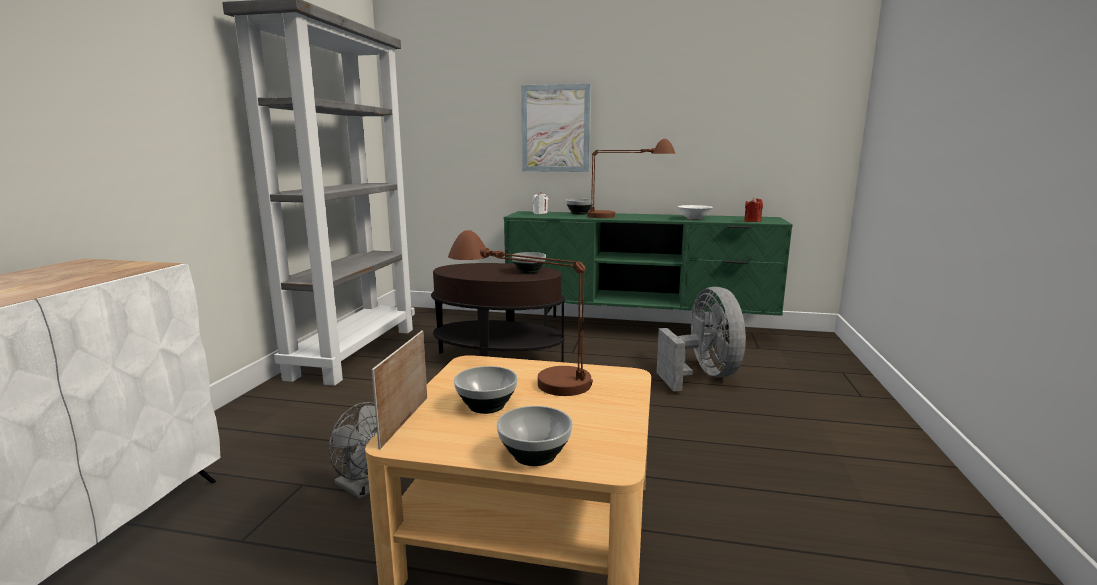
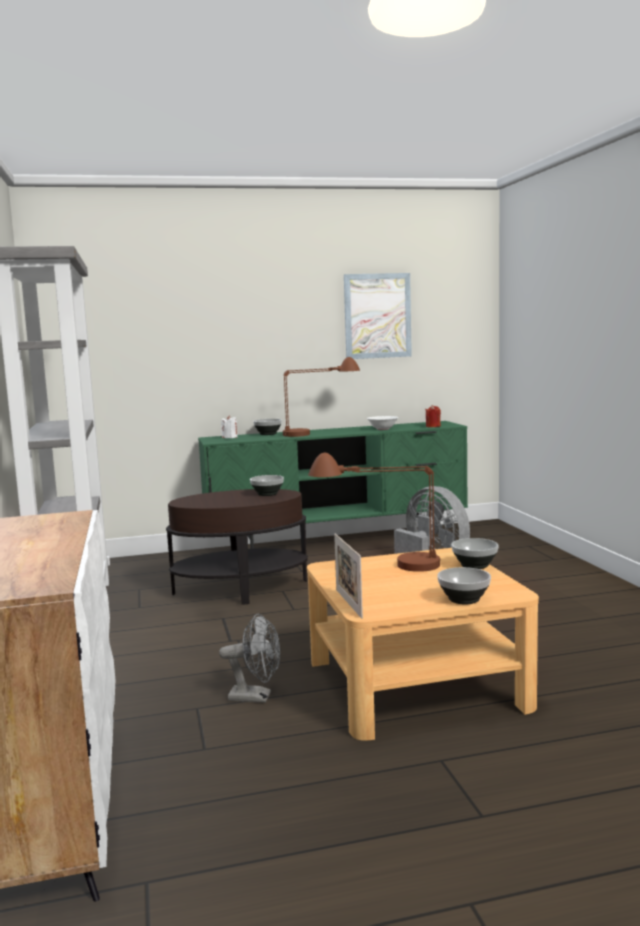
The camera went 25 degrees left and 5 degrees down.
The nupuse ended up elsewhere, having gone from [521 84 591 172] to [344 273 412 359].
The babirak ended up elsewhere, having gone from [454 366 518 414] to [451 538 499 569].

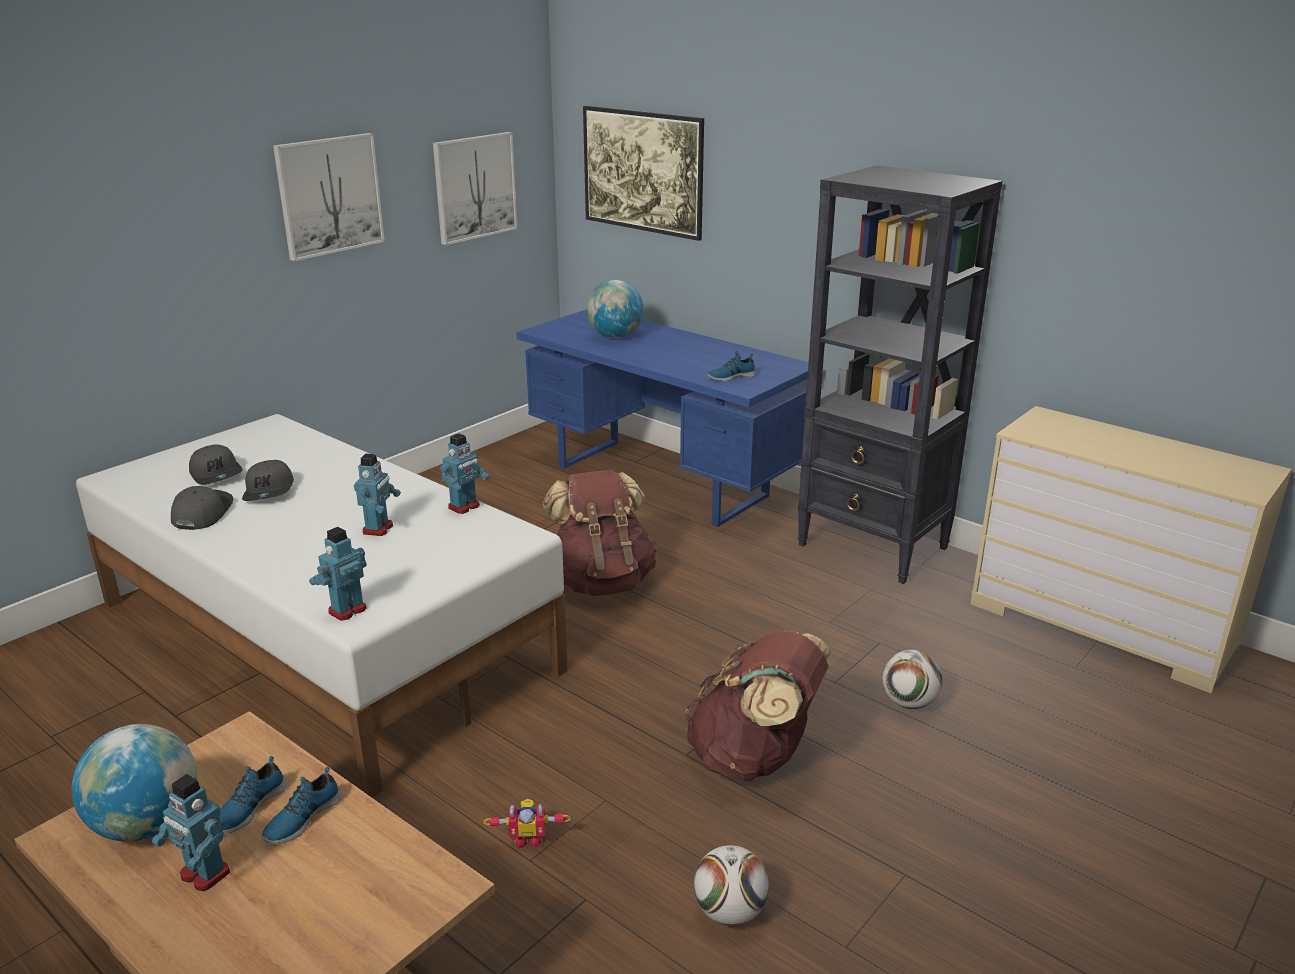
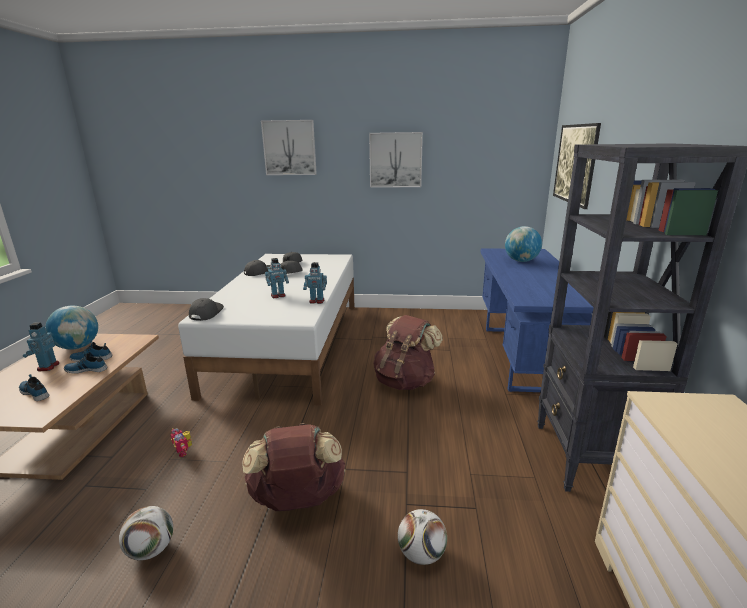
The camera went 55 degrees right and 5 degrees down.
The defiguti ended up elsewhere, having gone from [707 351 756 381] to [19 374 50 401].
Where the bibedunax stood at [309 527 367 621], the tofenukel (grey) came to stand at [189 298 224 321].
The nupuse ended up elsewhere, having gone from [433 132 518 245] to [261 120 317 175].

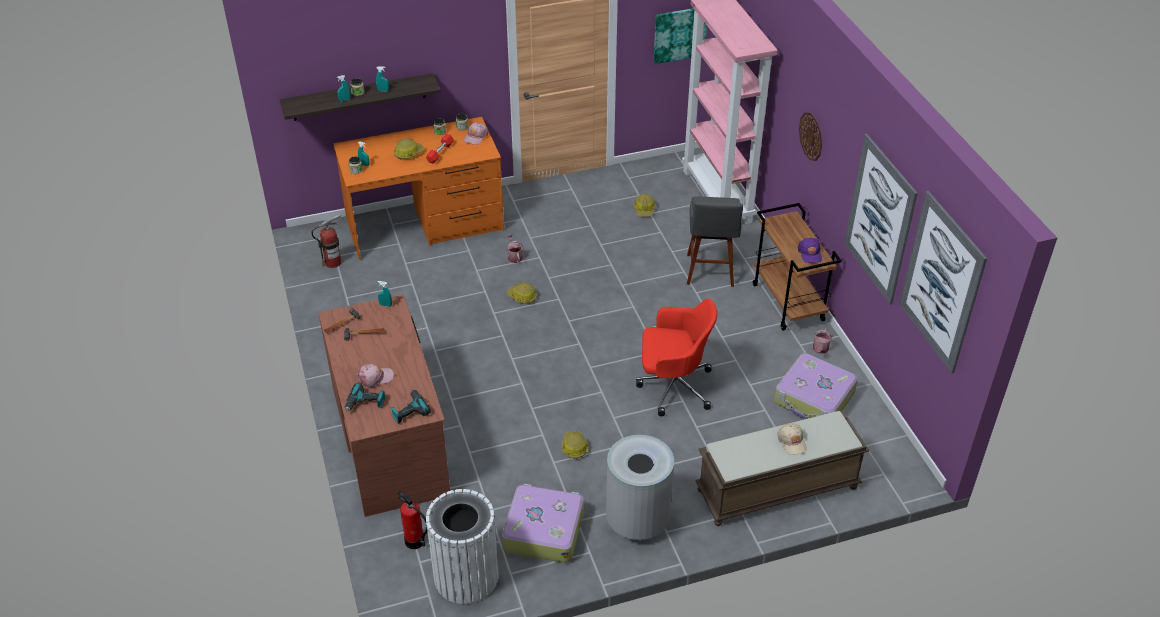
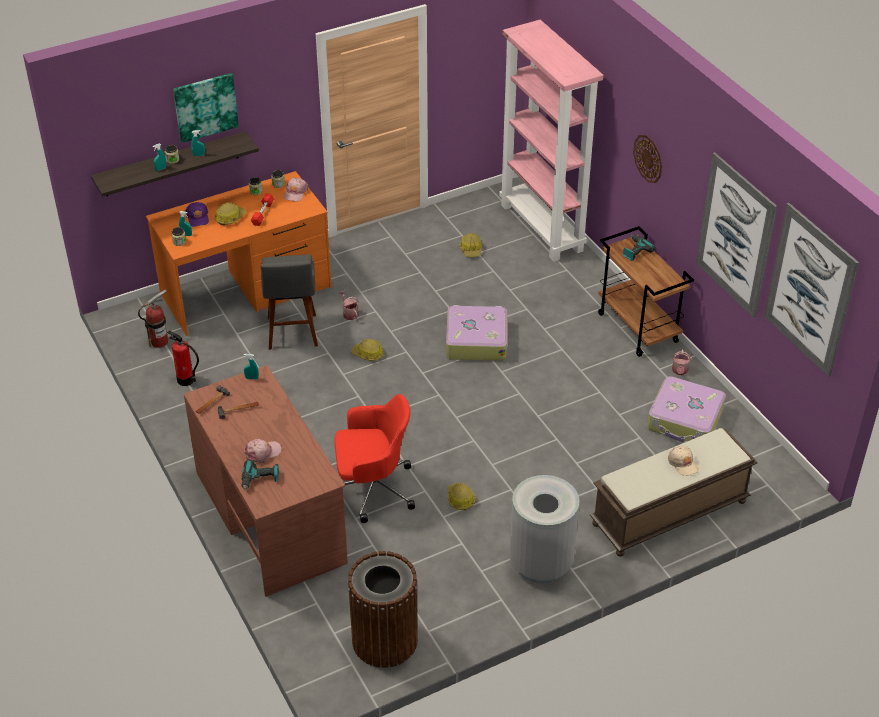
The camera went 10 degrees left and 0 degrees up.
The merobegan ended up elsewhere, having gone from [396 490 427 549] to [167 331 199 386].
The nupuse ended up elsewhere, having gone from [654 8 707 64] to [173 73 239 143].
The tofenukel (purple) ended up elsewhere, having gone from [798 238 822 263] to [185 202 209 227].
The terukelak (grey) ended up elsewhere, having gone from [687 196 743 287] to [261 254 318 350].
The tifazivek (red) ended up elsewhere, having gone from [636 299 717 416] to [334 394 415 523].
What was the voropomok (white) at [426 489 499 604] turned into the voropomok (brown) at [348 551 418 668].
The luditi ended up elsewhere, having gone from [502 484 584 563] to [446 305 507 361].
The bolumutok ended up elsewhere, having gone from [391 390 431 424] to [623 234 656 261].

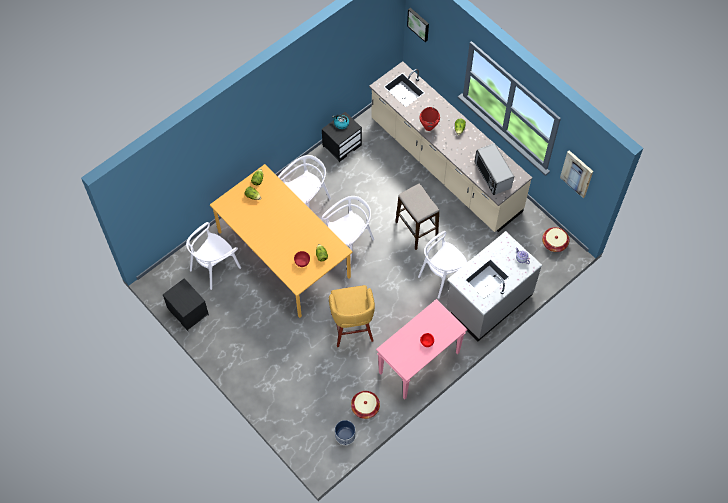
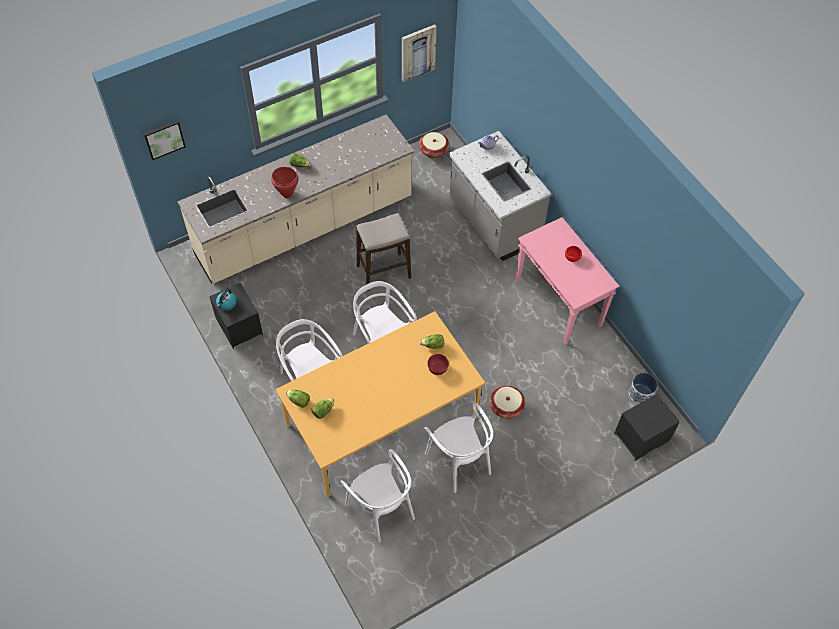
The camera went 80 degrees left and 5 degrees down.
The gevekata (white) ended up elsewhere, having gone from [418 231 469 299] to [425 403 493 493].
The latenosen ended up elsewhere, having gone from [351 391 380 419] to [490 385 526 419].
The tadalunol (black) ended up elsewhere, having gone from [163 278 209 331] to [614 394 680 461].
The second view lost the terukelak (yellow) at [329 285 375 347].
The second view lost the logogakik at [475 143 514 195].

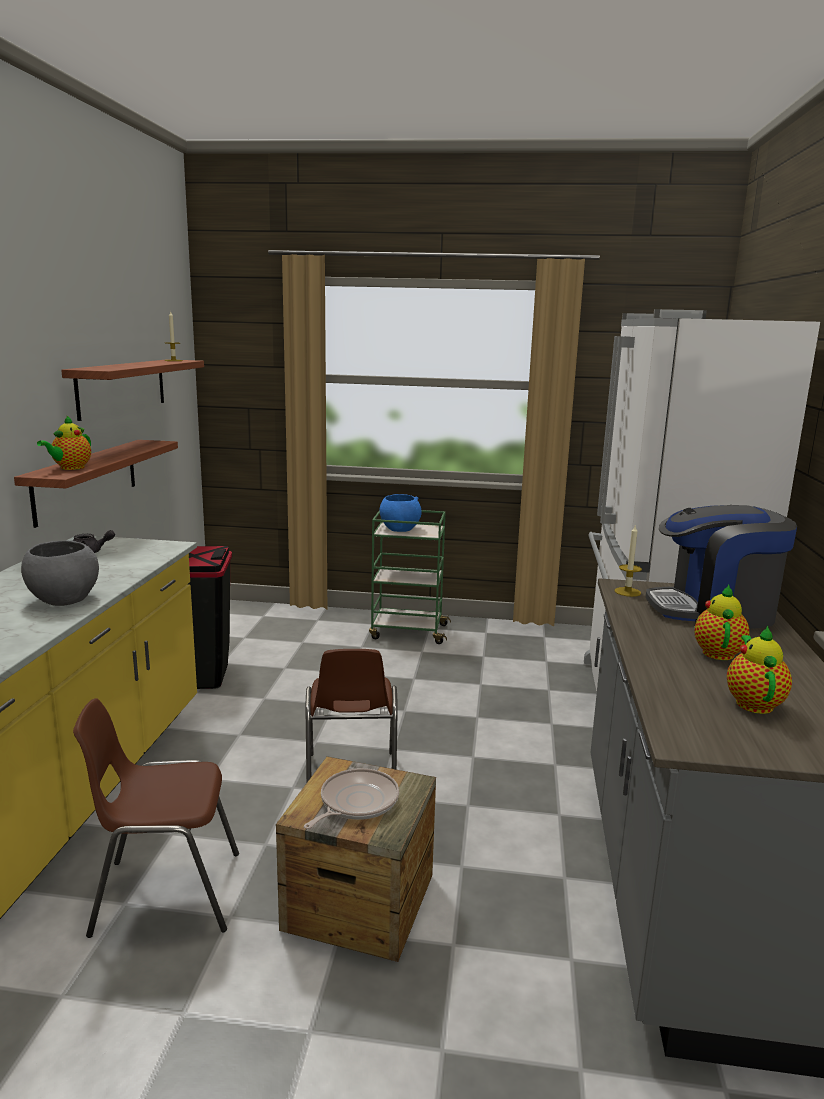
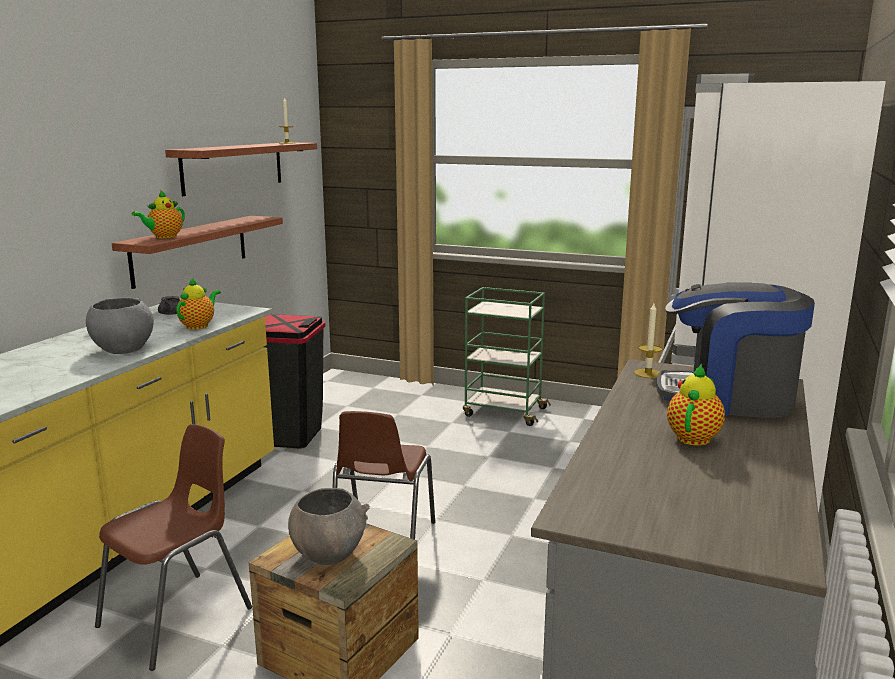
The camera went 15 degrees right and 0 degrees up.
The gevekata (brown) at [73 698 239 938] ended up facing another way, 120 degrees clockwise from before.
The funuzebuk ended up elsewhere, having gone from [727 626 792 714] to [176 277 221 330].
Where the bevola stood at [304 768 399 829], the babirak (grey) came to stand at [288 488 370 565].
The second view lost the babirak (blue) at [380 494 422 532].

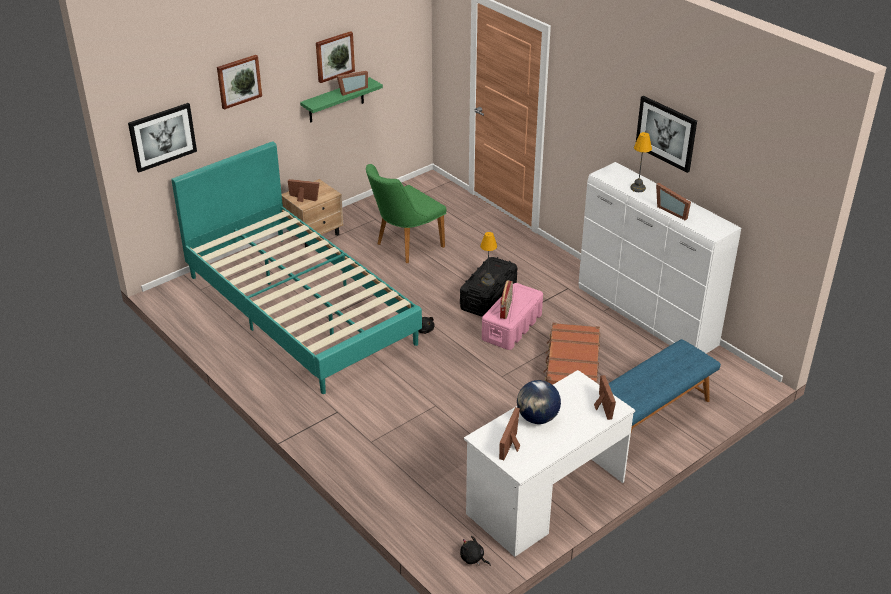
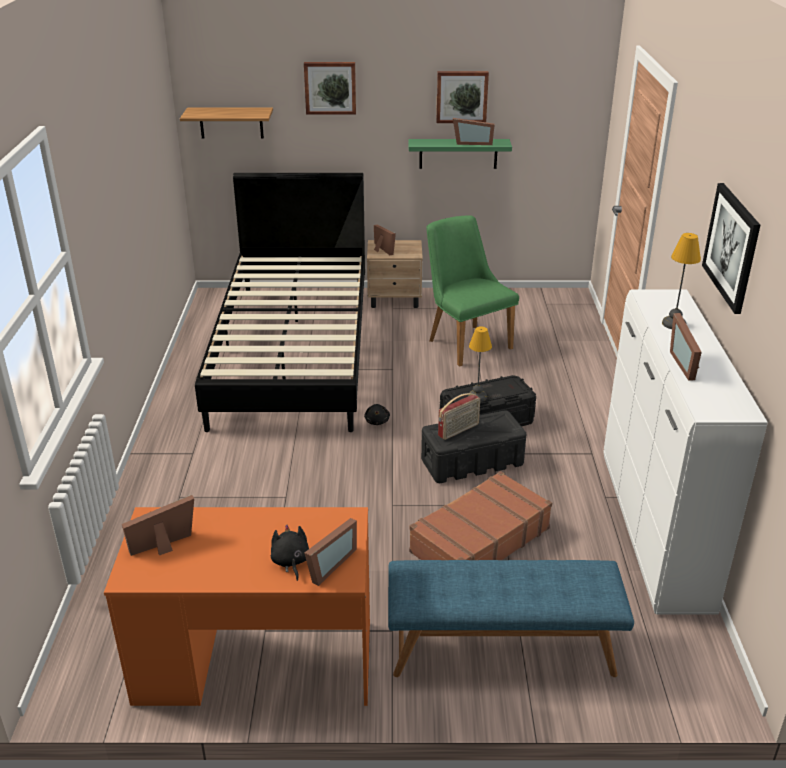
The camera went 40 degrees right and 5 degrees down.
What was the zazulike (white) at [464 370 635 557] turned into the zazulike (orange) at [104 507 370 706].
Where the nupuse hung at [128 103 197 172], the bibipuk came to hang at [180 108 273 138].
What was the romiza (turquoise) at [171 141 422 394] turned into the romiza (black) at [195 173 365 432].
The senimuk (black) ended up elsewhere, having gone from [460 536 491 566] to [271 524 309 581].
What was the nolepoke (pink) at [482 283 543 350] turned into the nolepoke (black) at [421 410 526 483].
The gevekata (green) at [366 164 446 263] ended up facing another way, 60 degrees clockwise from before.
The second view lost the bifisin at [517 380 561 424].

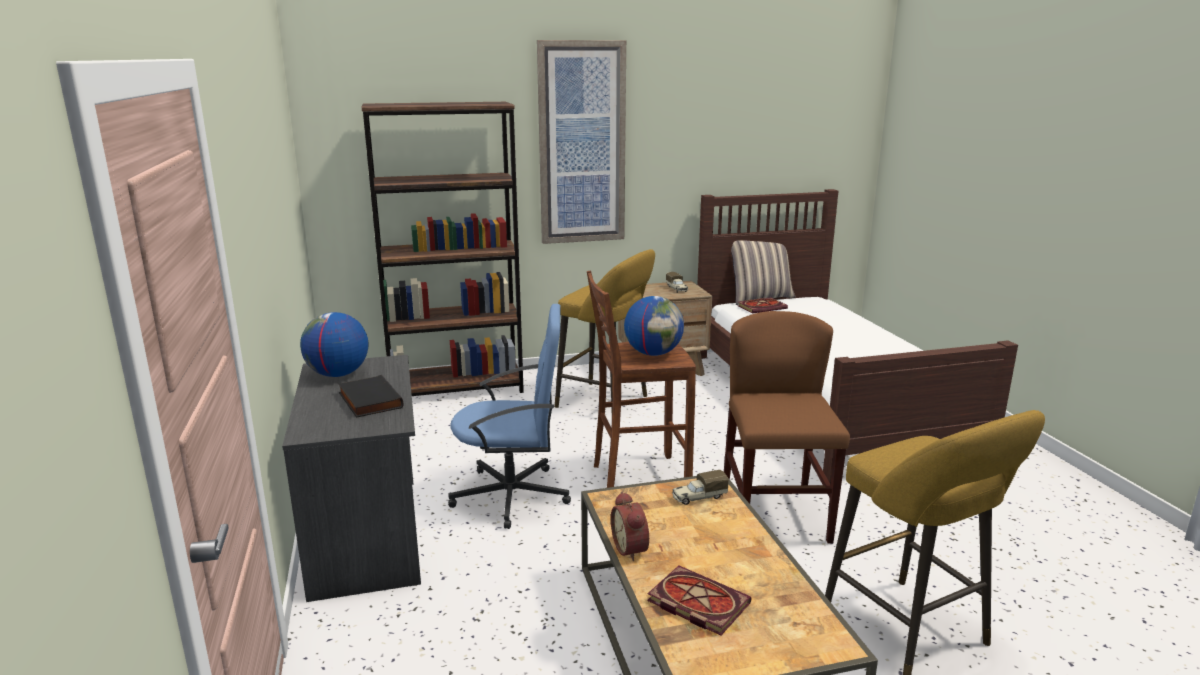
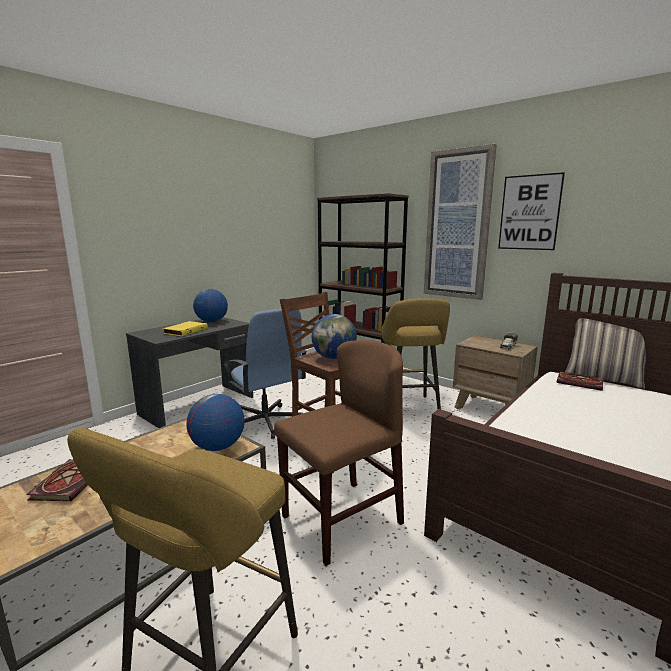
The camera went 55 degrees right and 5 degrees down.
What was the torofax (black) at [338 375 403 418] turned into the torofax (yellow) at [163 321 208 337].
Where the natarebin stood at [672 470 729 505], the bifisin came to stand at [186 394 245 451].
The second view gained the nupuse at [498 172 565 250].
The second view lost the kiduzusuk at [611 492 649 561].

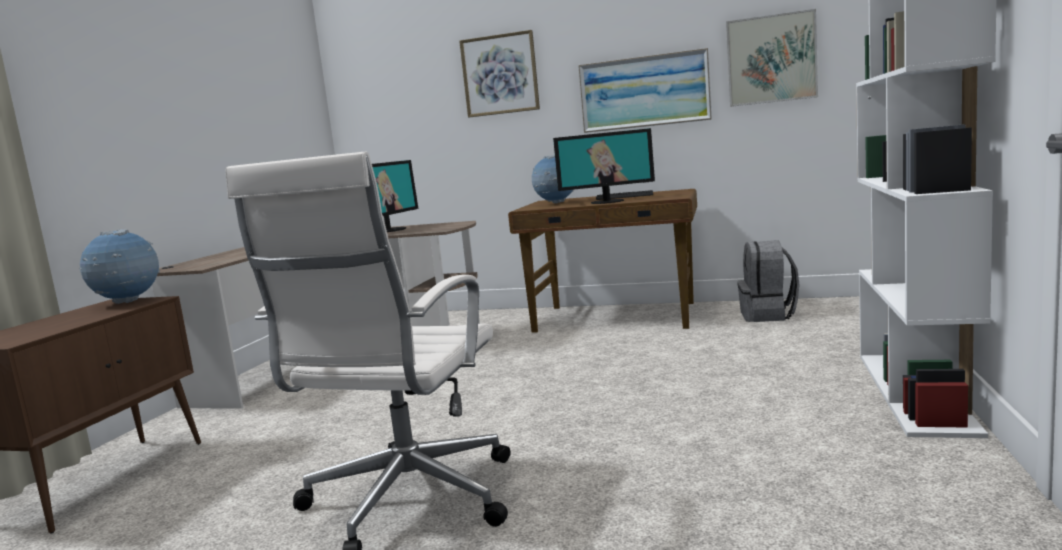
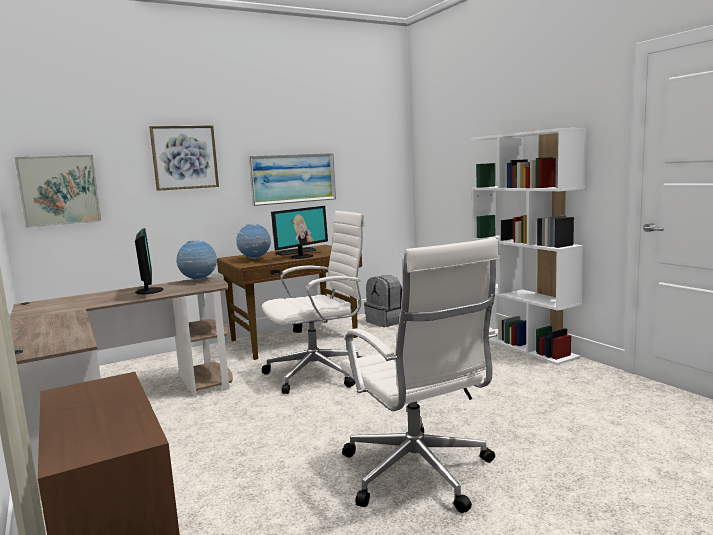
The camera went 45 degrees left and 0 degrees up.
The nupuse ended up elsewhere, having gone from [726 9 818 107] to [15 155 101 228].
The bifisin ended up elsewhere, having gone from [79 229 160 304] to [176 239 217 281].
The second view gained the tifazivek (white) at [262 211 366 394].

